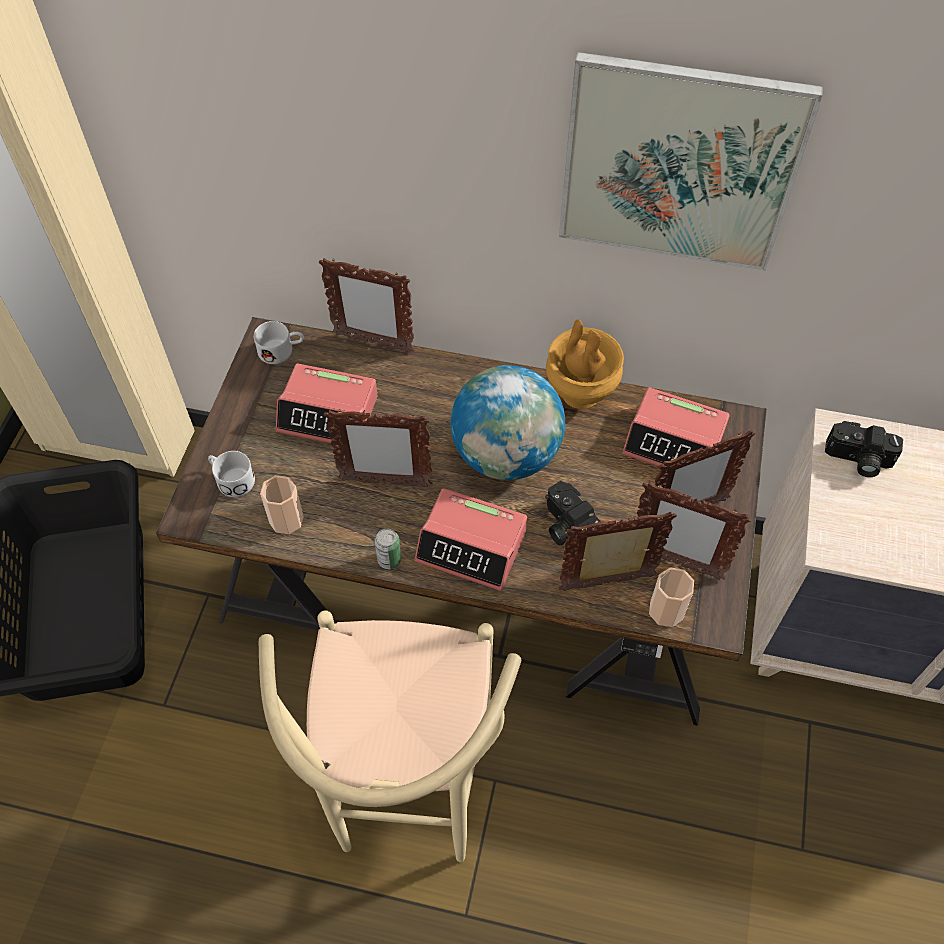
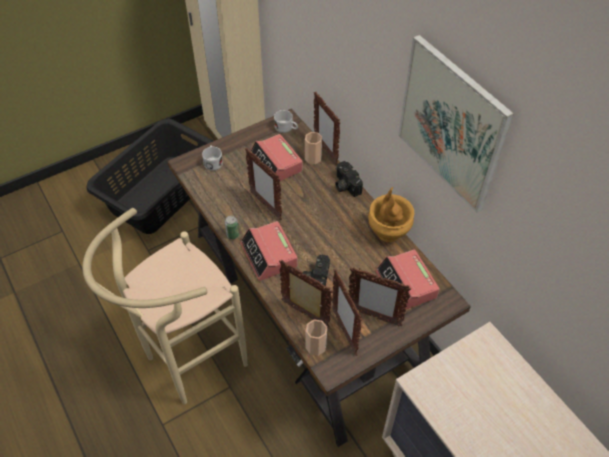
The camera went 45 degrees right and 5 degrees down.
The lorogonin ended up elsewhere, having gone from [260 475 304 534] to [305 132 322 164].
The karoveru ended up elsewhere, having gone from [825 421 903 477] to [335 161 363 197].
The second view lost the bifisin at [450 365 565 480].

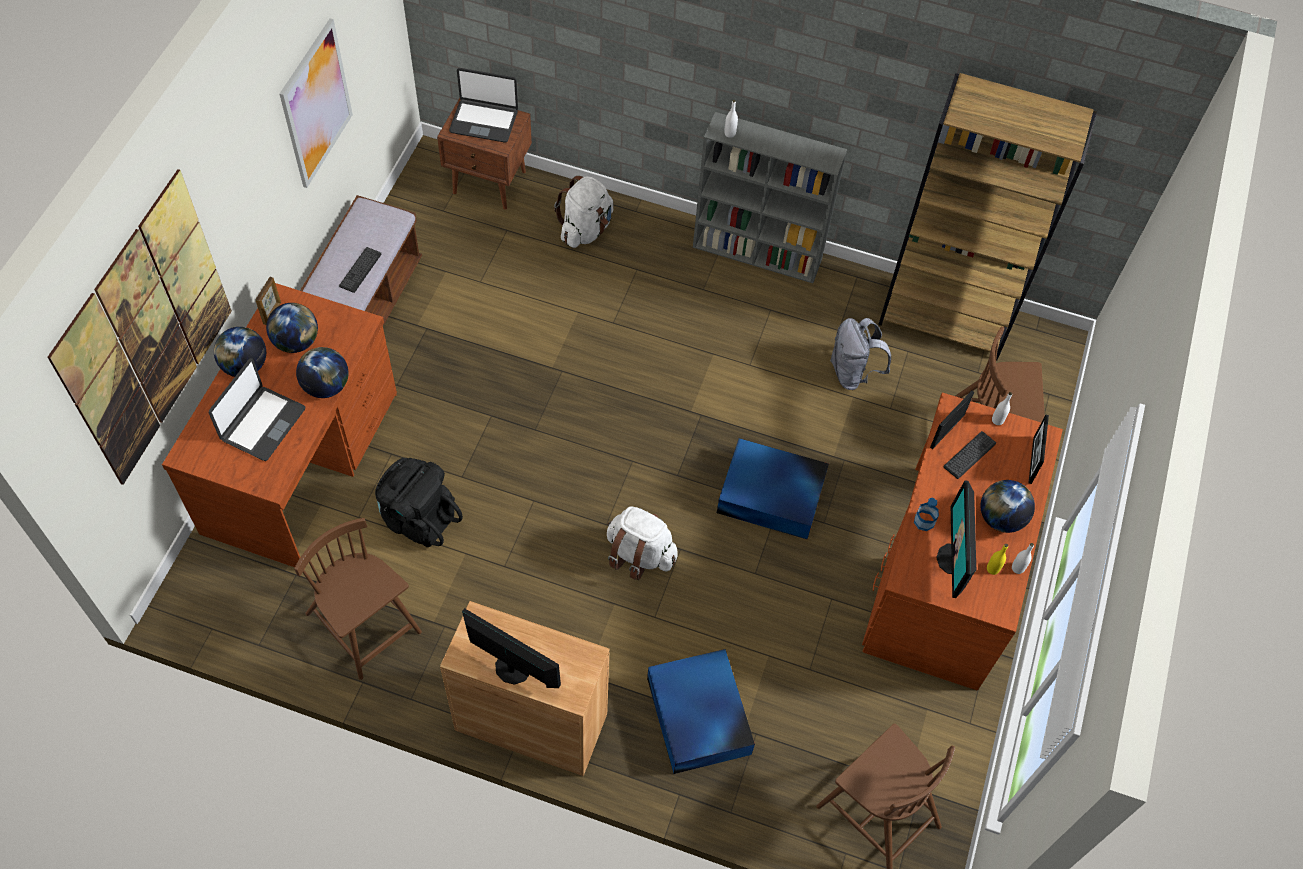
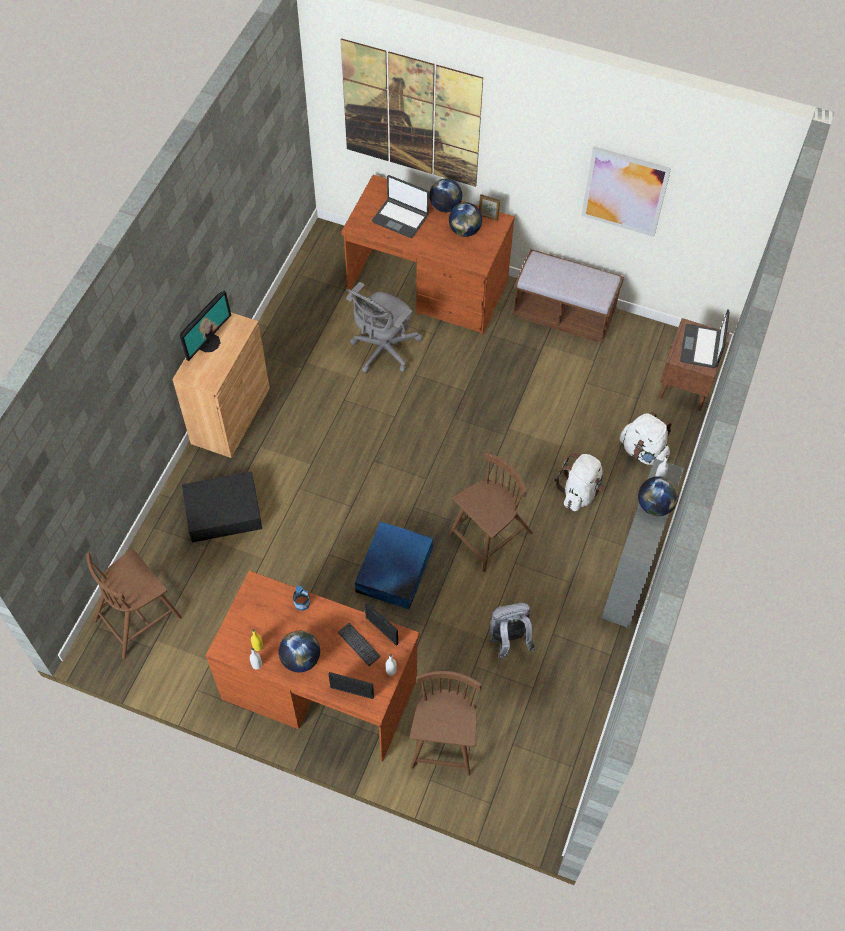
The camera went 95 degrees right and 0 degrees up.
What was the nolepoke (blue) at [647 649 755 774] turned into the nolepoke (black) at [182 471 262 542].
Where the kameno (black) stood at [375 458 463 547], the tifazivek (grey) came to stand at [346 282 422 373].
The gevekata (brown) ended up elsewhere, having gone from [294 518 422 680] to [448 452 533 572].
The kameno (white) ended up elsewhere, having gone from [607 506 677 580] to [555 453 603 511].
The bifisin ended up elsewhere, having gone from [296 347 349 398] to [638 476 678 516].
The second view lost the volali at [339 247 381 293].
The second view lost the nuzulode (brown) at [878 73 1097 360].
The second view lost the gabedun at [936 481 976 598].

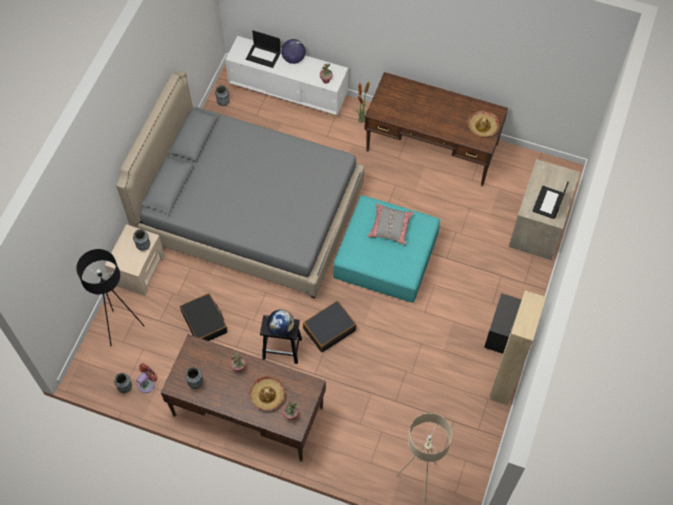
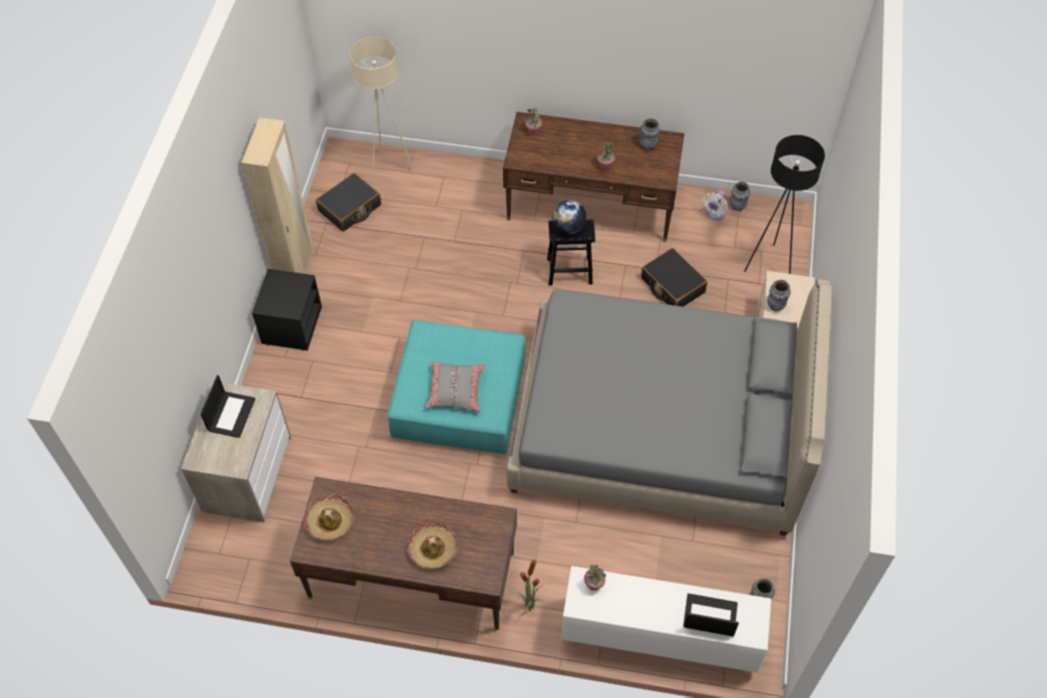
The camera went 170 degrees right and 5 degrees down.
The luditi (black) ended up elsewhere, having gone from [303 301 357 352] to [316 173 381 232].
The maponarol ended up elsewhere, having gone from [249 376 285 410] to [407 522 458 569].
What was the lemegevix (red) at [136 363 158 393] turned into the lemegevix (white) at [703 190 728 220].
The second view lost the bifisin at [281 39 305 64].

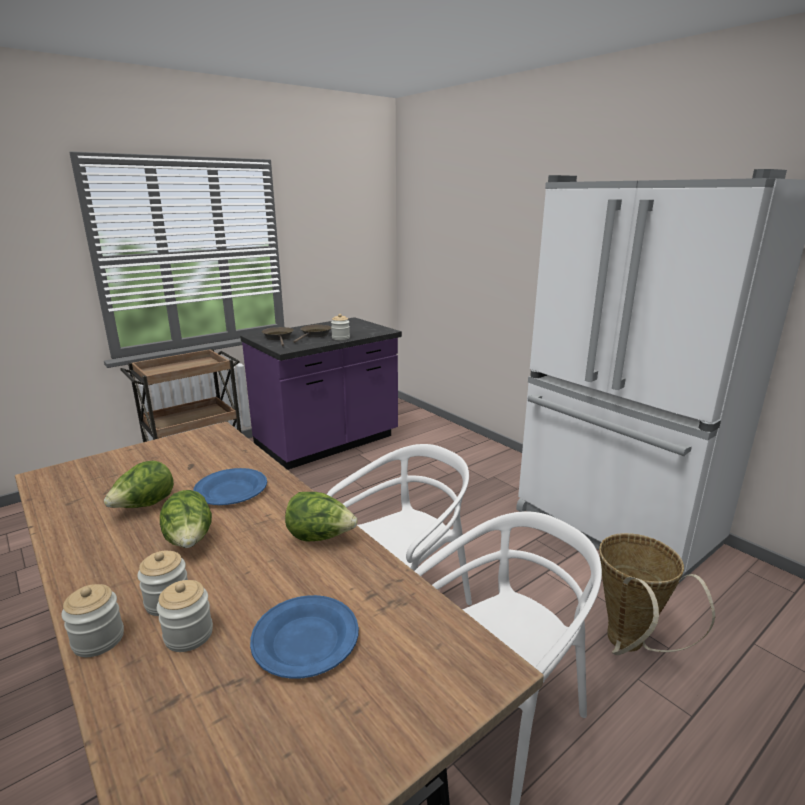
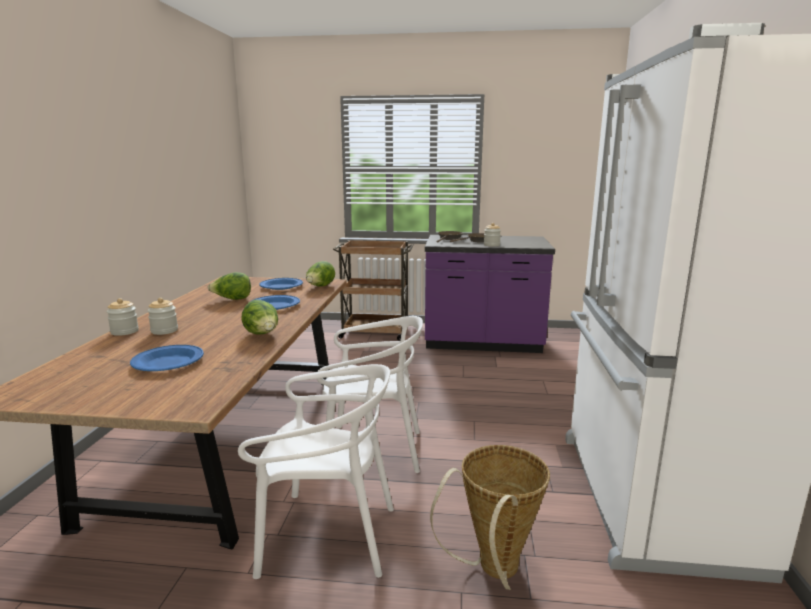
The camera went 45 degrees right and 5 degrees down.
The second view gained the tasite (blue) at [259 278 303 290].
The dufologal ended up elsewhere, having gone from [160 490 212 548] to [306 261 335 287].
The second view lost the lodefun at [157 580 213 652].

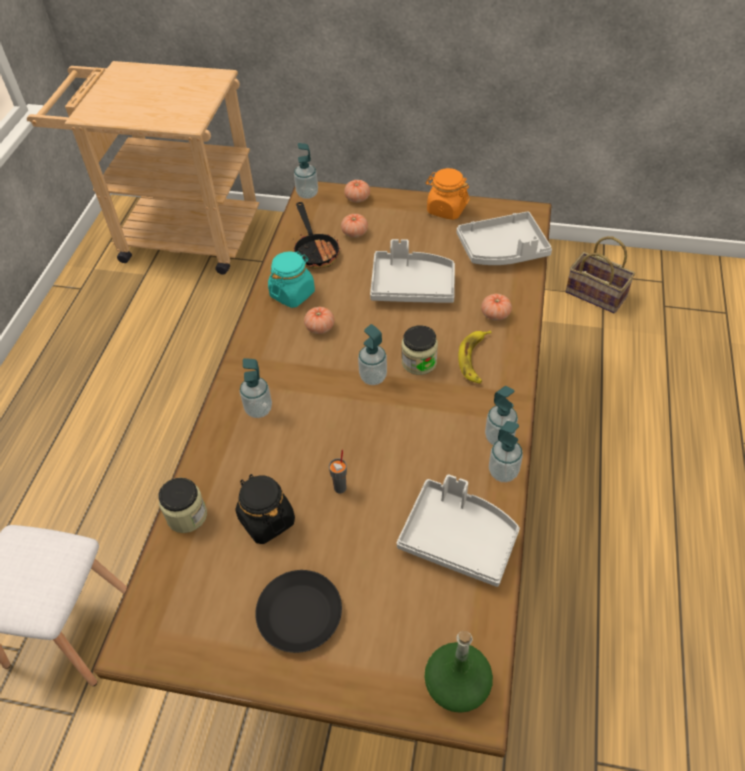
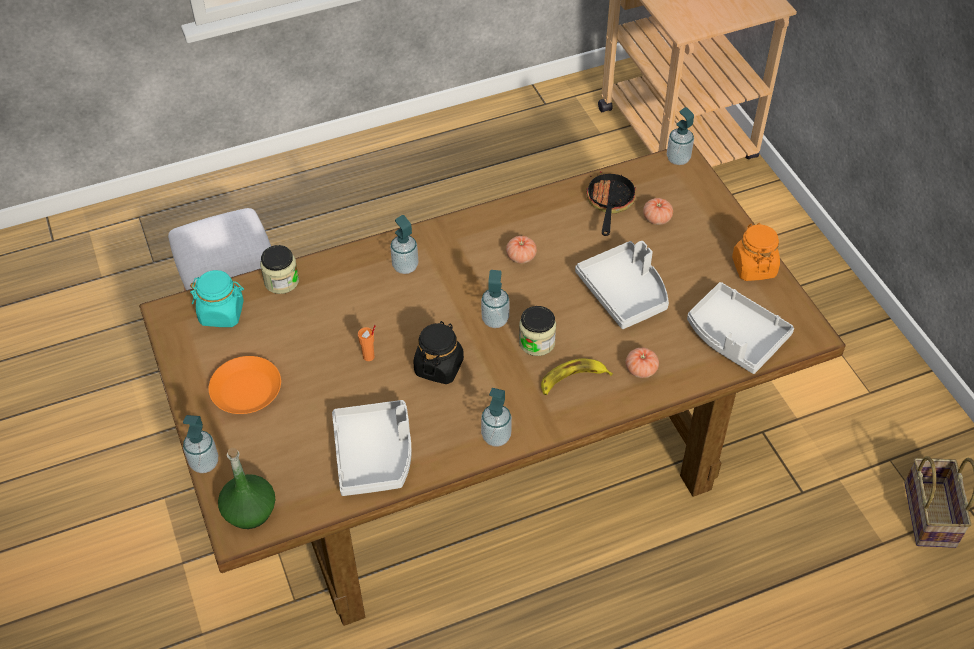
The camera went 55 degrees right and 0 degrees up.
The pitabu ended up elsewhere, having gone from [489 421 523 482] to [183 415 218 473].
The lodefun (turquoise) ended up elsewhere, having gone from [268 251 315 308] to [190 270 244 327].
What was the tasite (black) at [255 570 342 653] turned into the tasite (orange) at [209 356 281 414].
What was the lorogonin (grey) at [329 449 347 493] turned into the lorogonin (orange) at [358 325 376 361].
The lodefun (black) ended up elsewhere, having gone from [235 474 295 544] to [414 321 464 384].
The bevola at [294 202 341 269] ended up facing another way, 150 degrees clockwise from before.
The second view lost the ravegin at [344 180 370 203].

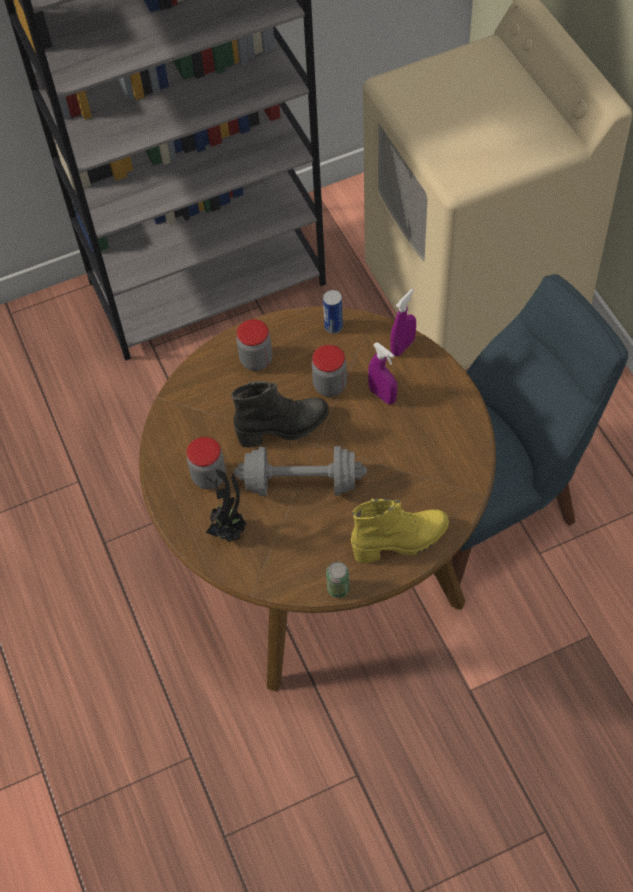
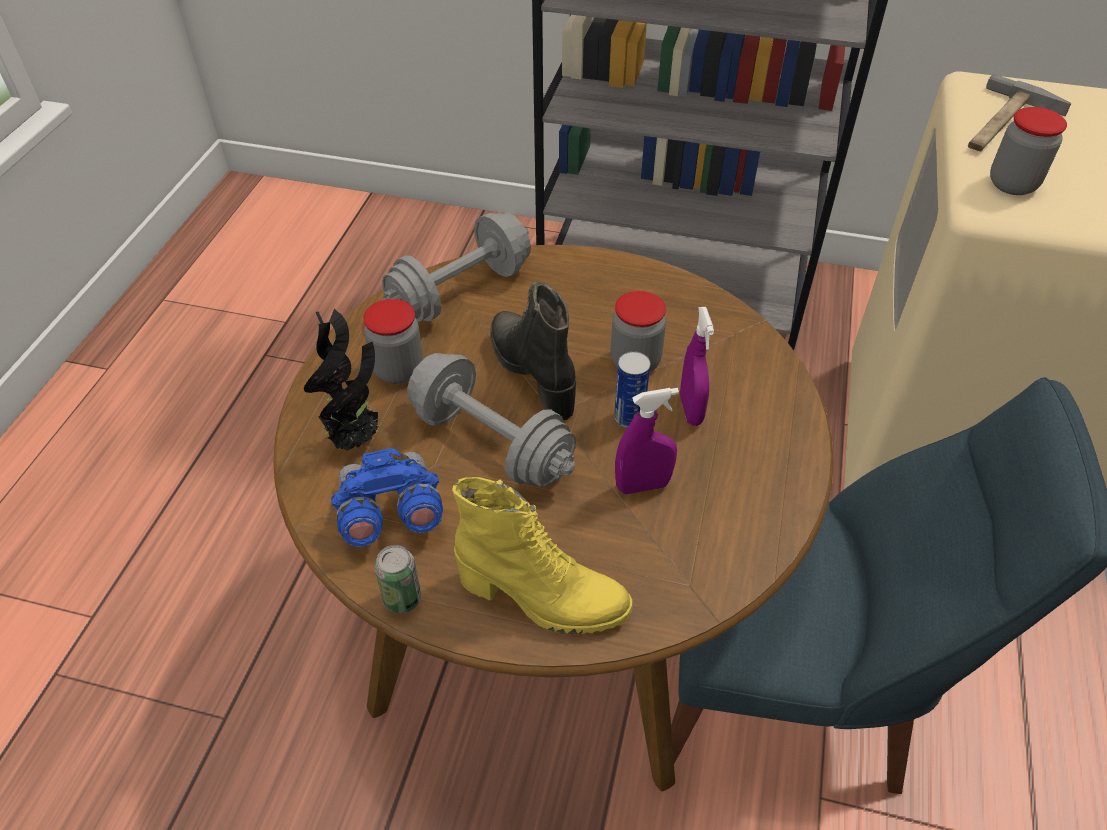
The camera went 35 degrees right and 10 degrees down.
The second view gained the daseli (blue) at [331 448 443 547].
The second view gained the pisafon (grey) at [382 213 531 322].
The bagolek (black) at [231 381 329 448] ended up facing another way, 135 degrees counterclockwise from before.
The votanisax ended up elsewhere, having gone from [323 290 343 334] to [614 351 650 428].
The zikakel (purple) ended up elsewhere, having gone from [390 289 416 356] to [615 388 679 494].
The second view gained the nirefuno at [968 74 1071 152].
The lodefun ended up elsewhere, having gone from [236 319 272 371] to [990 107 1067 195].

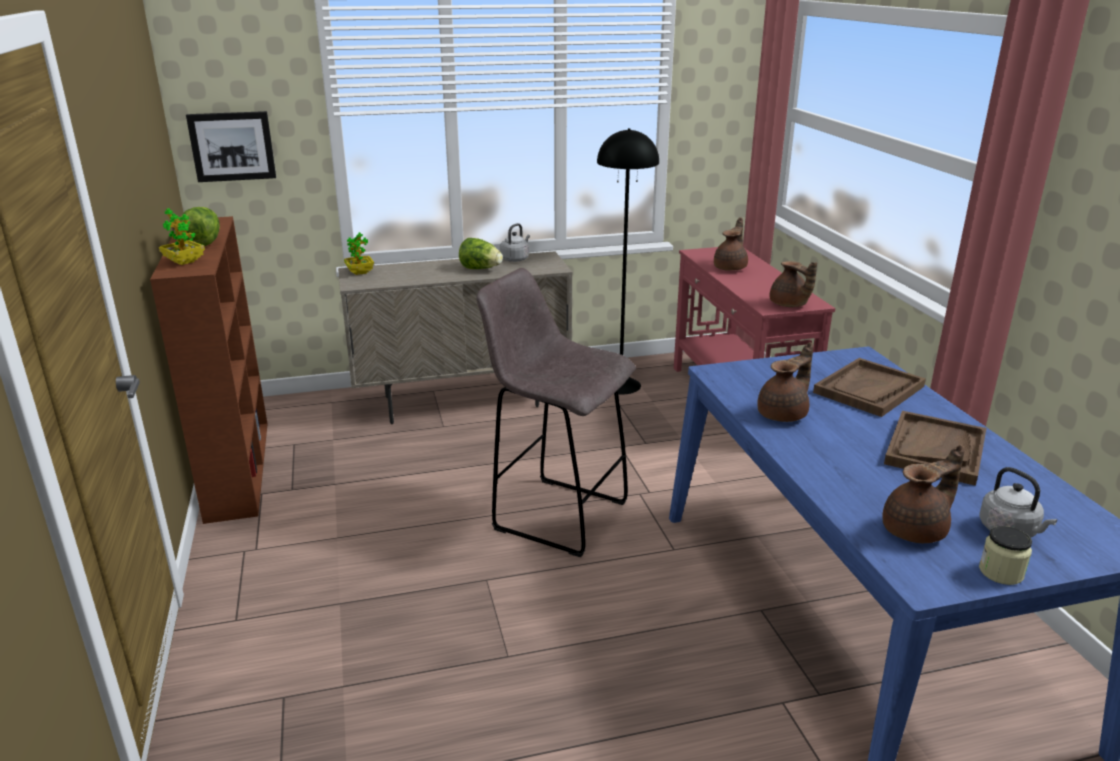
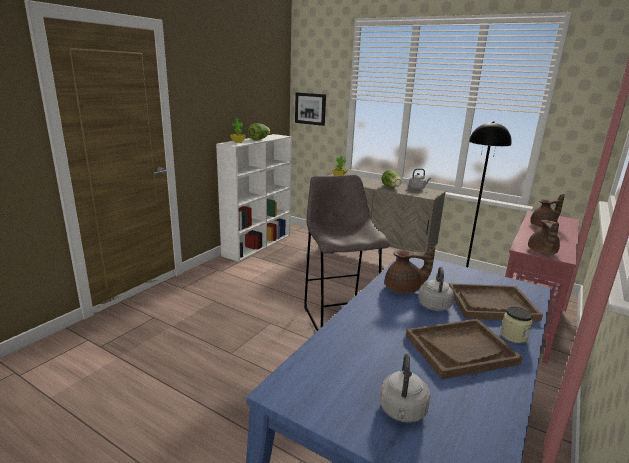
The camera went 45 degrees right and 5 degrees down.
What was the nuzulode (brown) at [150 216 268 524] turned into the nuzulode (white) at [216 134 292 262].
The second view gained the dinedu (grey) at [418 267 454 311].
The lodefun ended up elsewhere, having gone from [979 526 1032 585] to [500 307 533 343].
The second view lost the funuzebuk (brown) at [883 445 965 543].

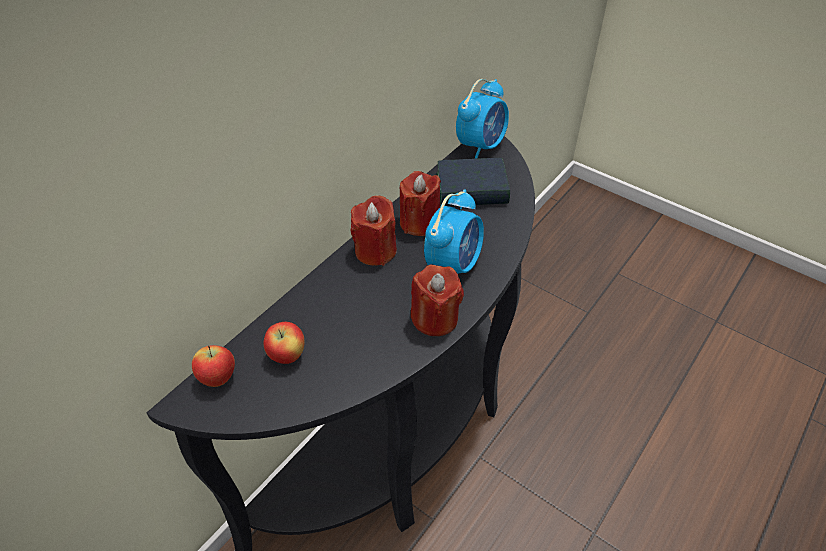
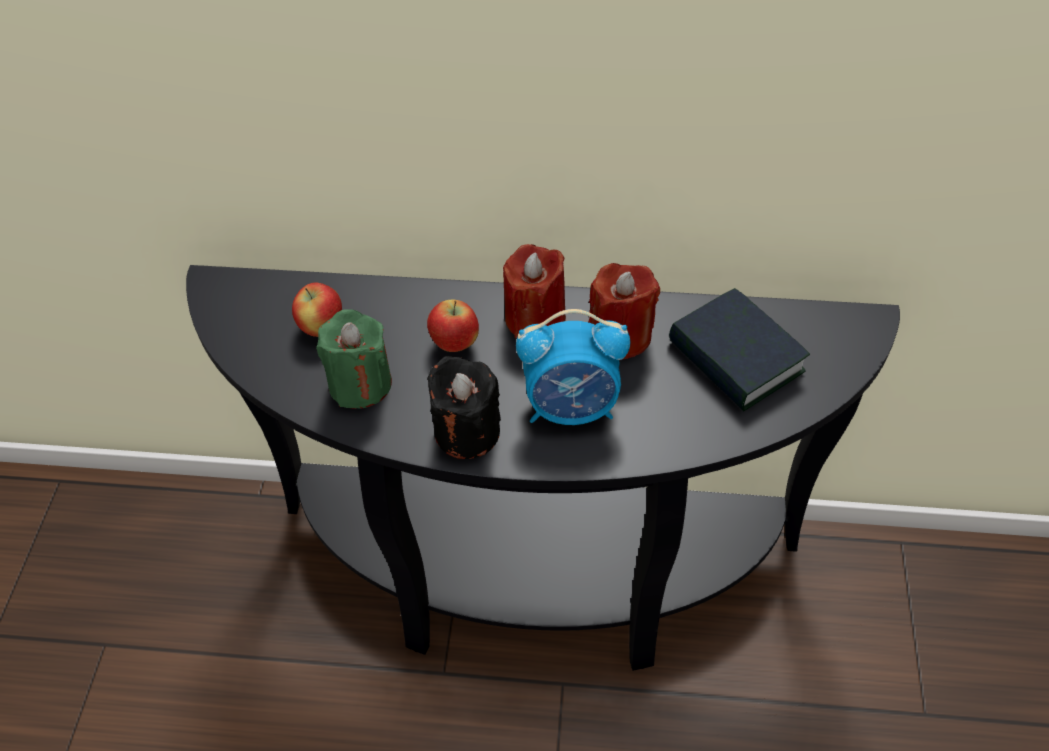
The camera went 60 degrees right and 5 degrees up.
The second view gained the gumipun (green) at [316 309 392 409].
The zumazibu ended up elsewhere, having gone from [192 345 235 387] to [427 300 479 352].
What was the gumipun (red) at [411 265 464 336] turned into the gumipun (black) at [427 356 501 459].
The second view lost the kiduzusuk at [456 79 509 159].

